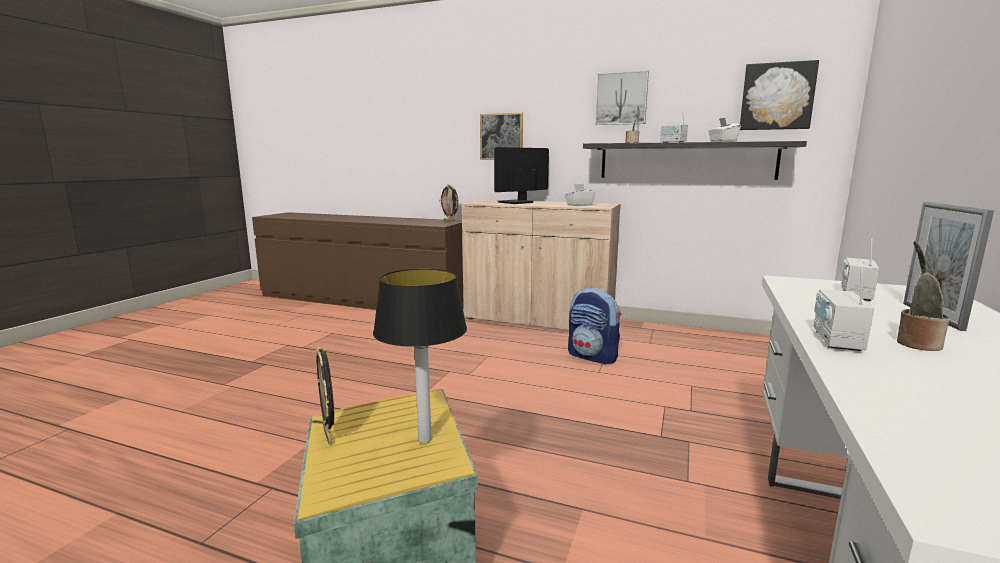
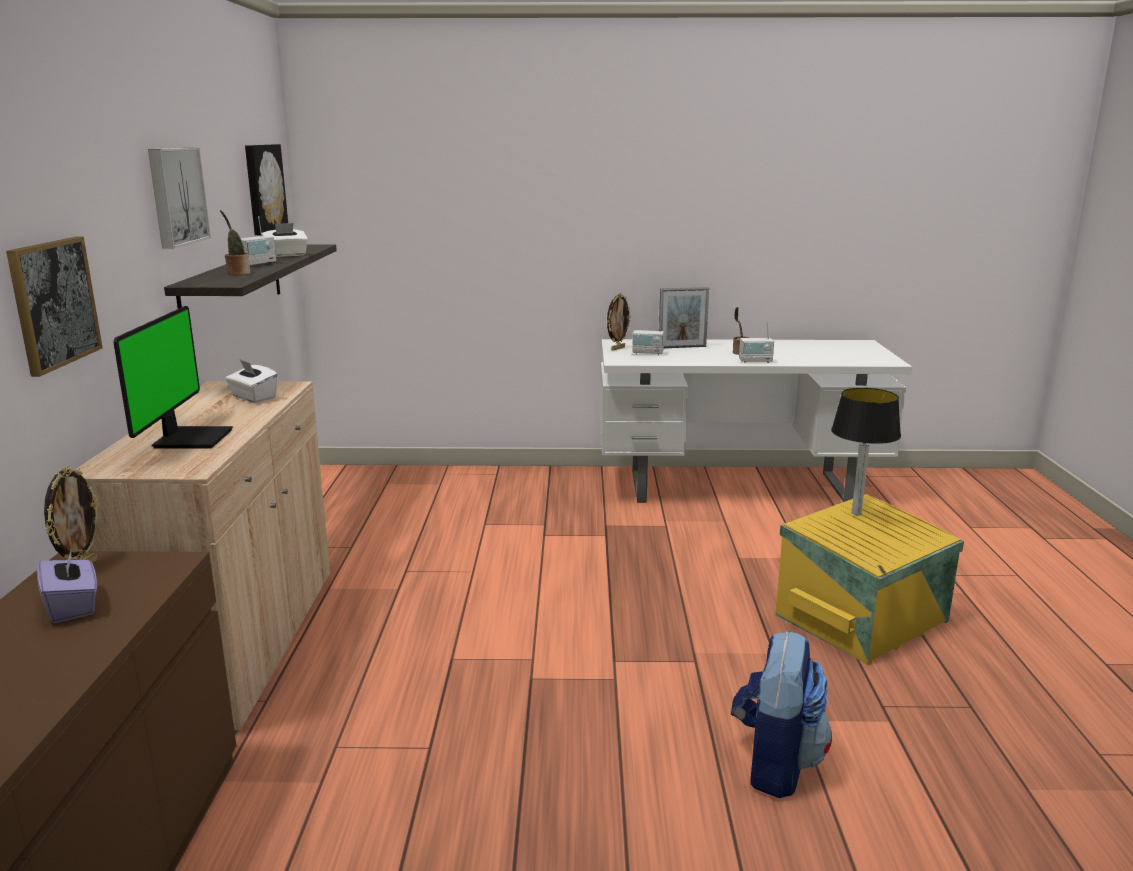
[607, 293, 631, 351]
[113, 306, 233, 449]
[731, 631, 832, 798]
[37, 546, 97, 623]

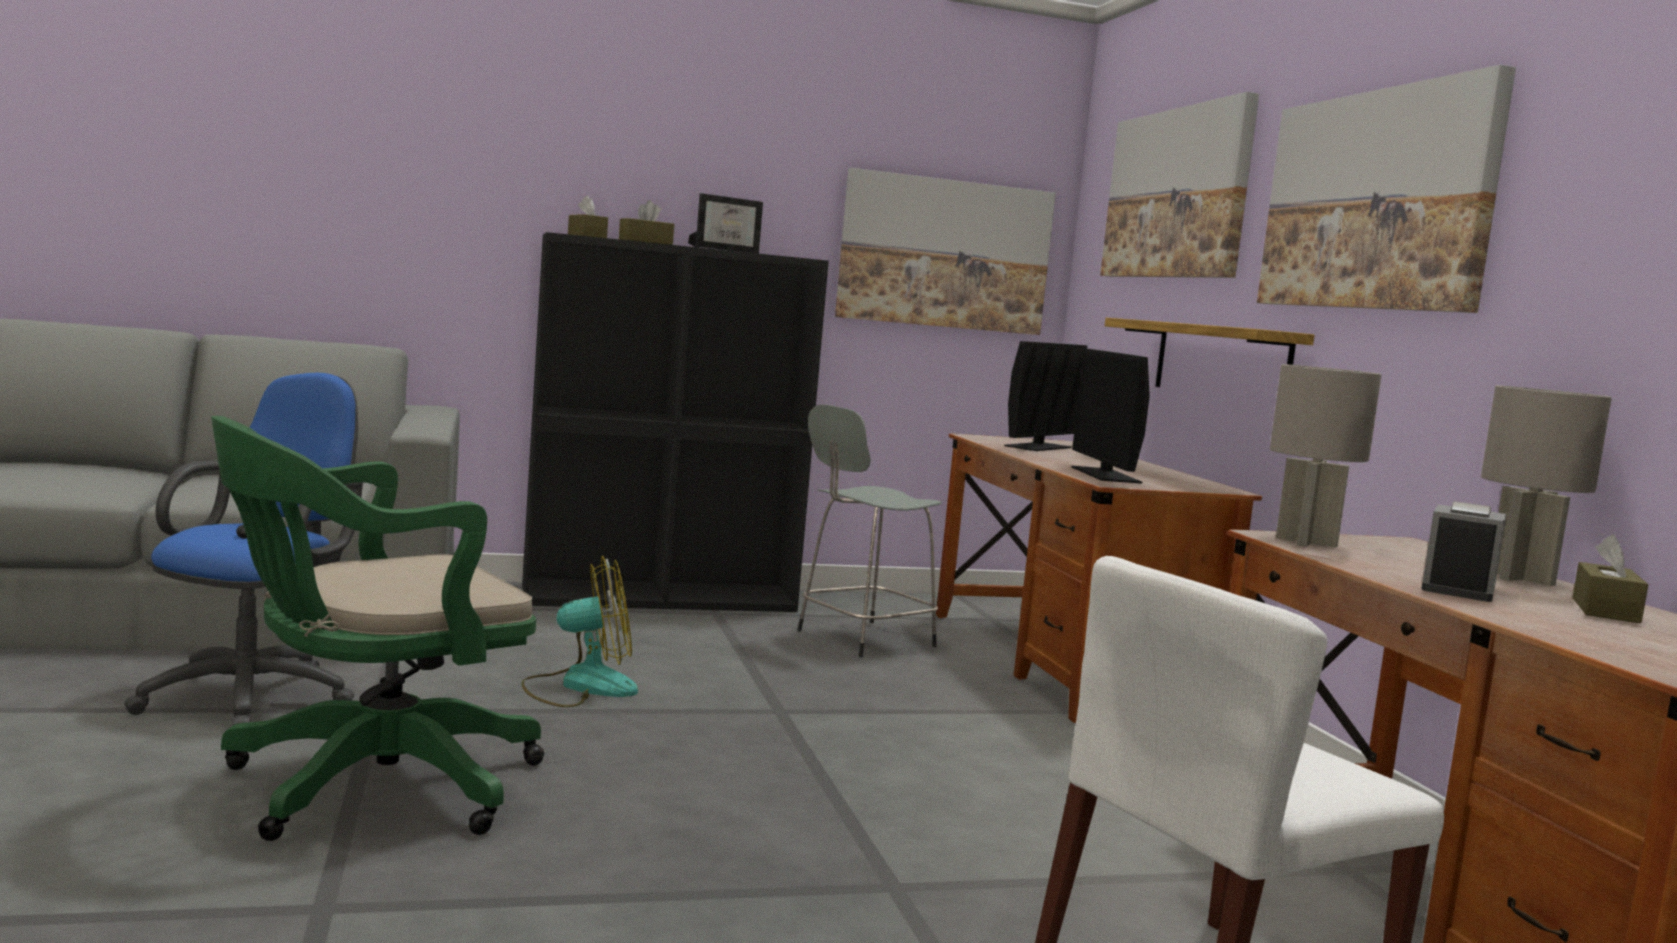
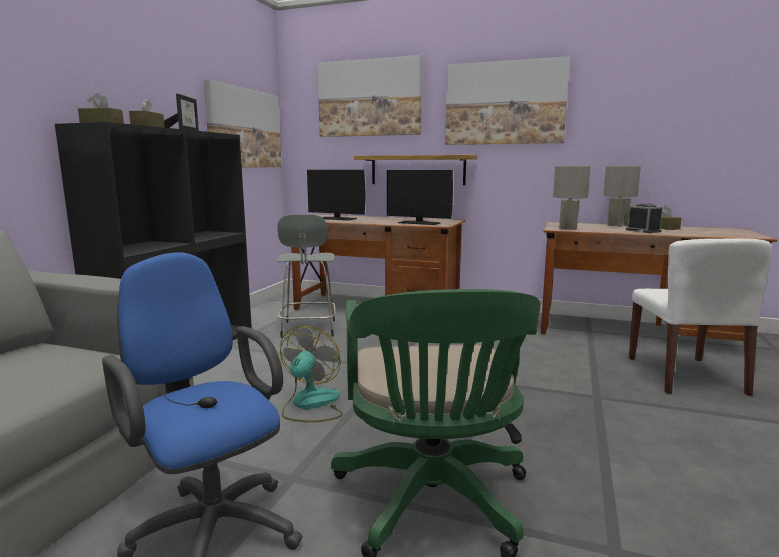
[307, 170, 365, 220]

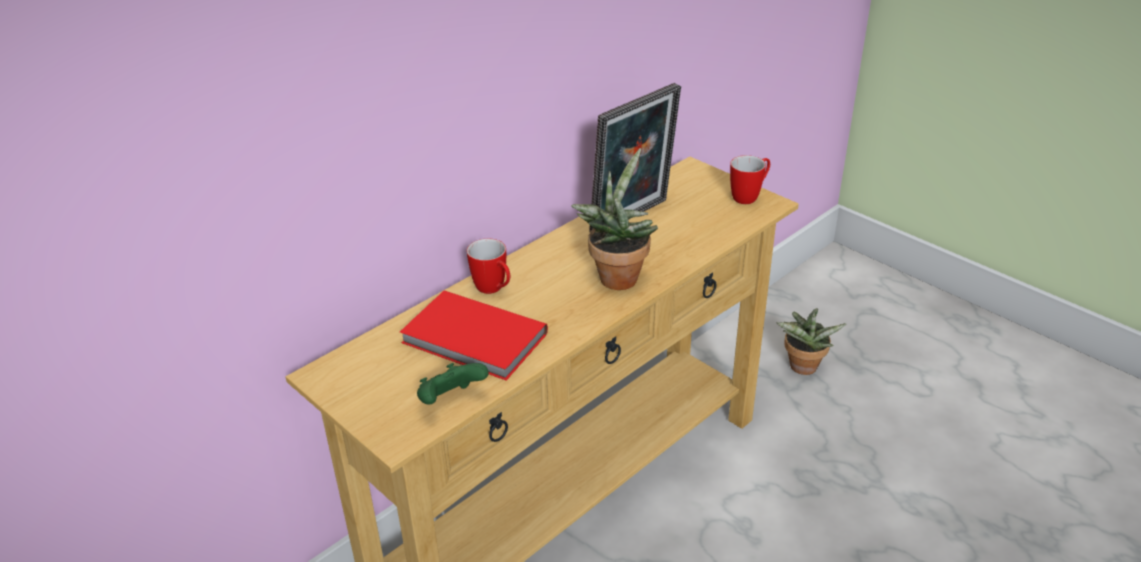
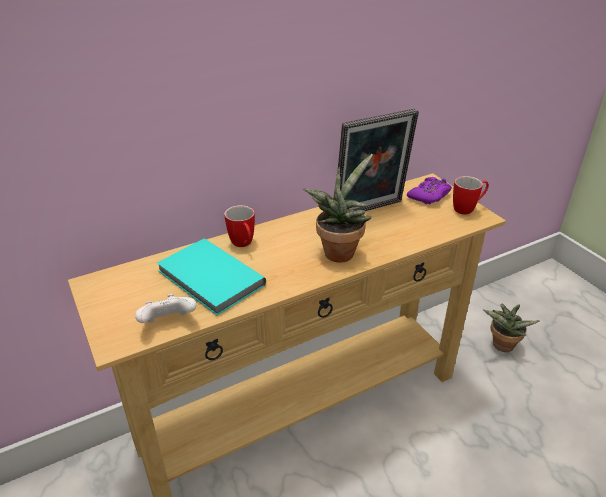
[157, 239, 266, 315]
[135, 294, 196, 323]
[407, 177, 452, 204]

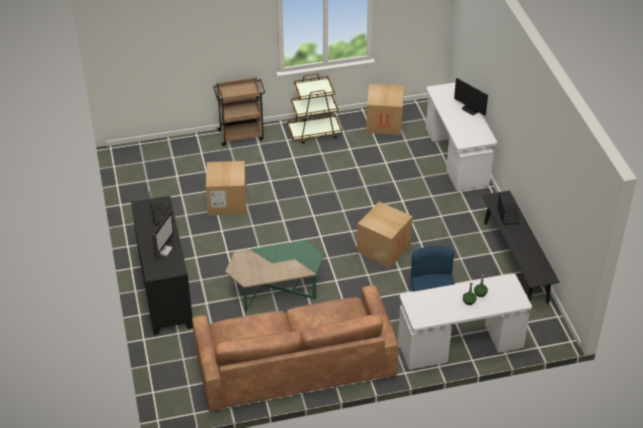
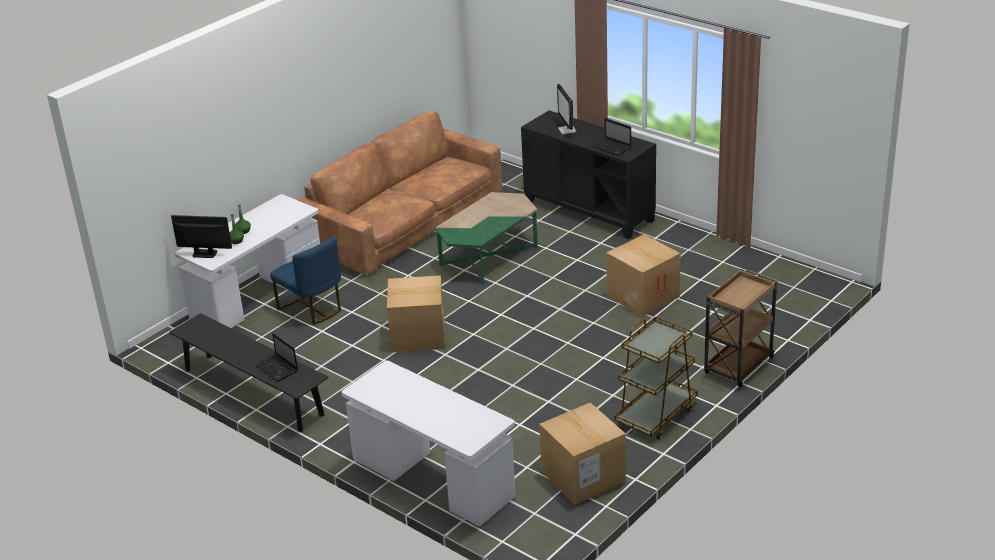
[171, 215, 232, 258]

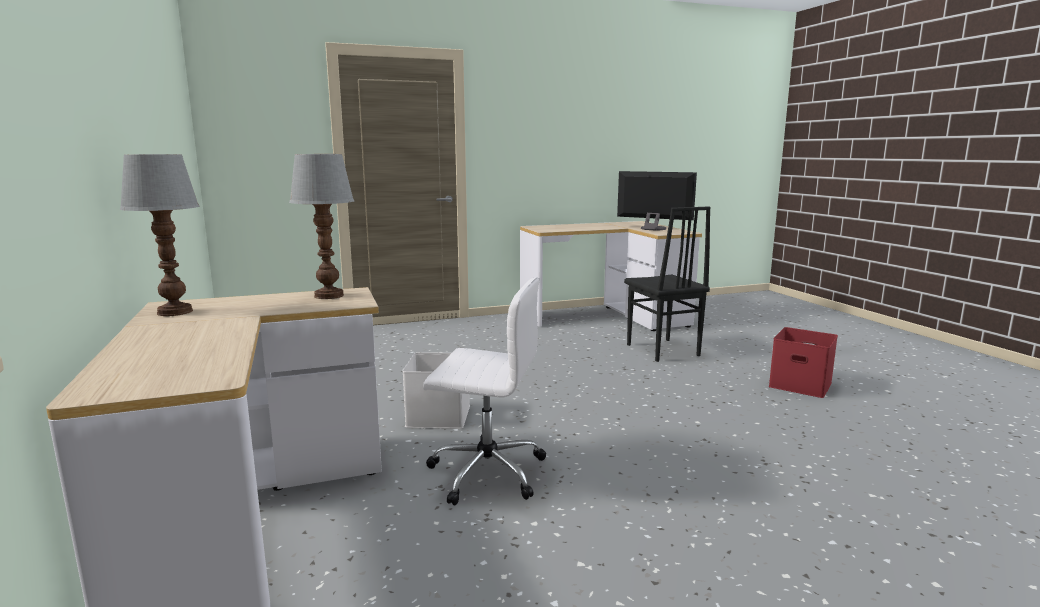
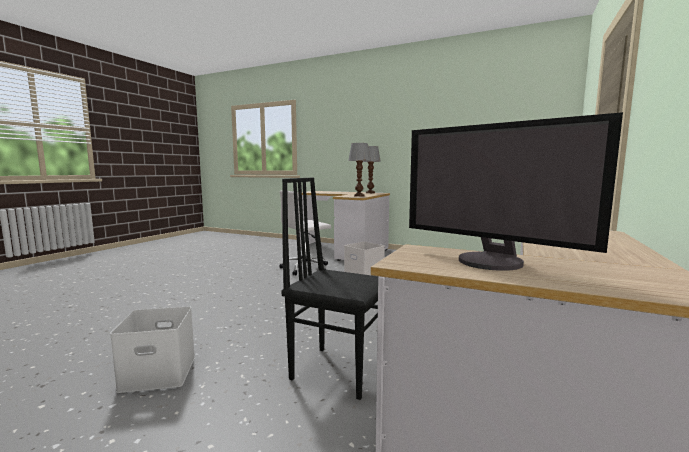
[409, 112, 623, 271]
[110, 306, 195, 393]

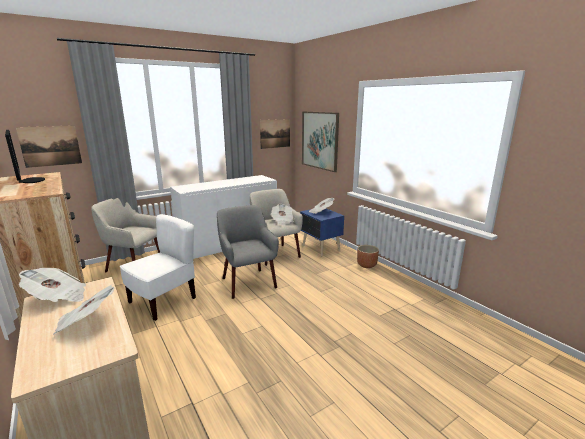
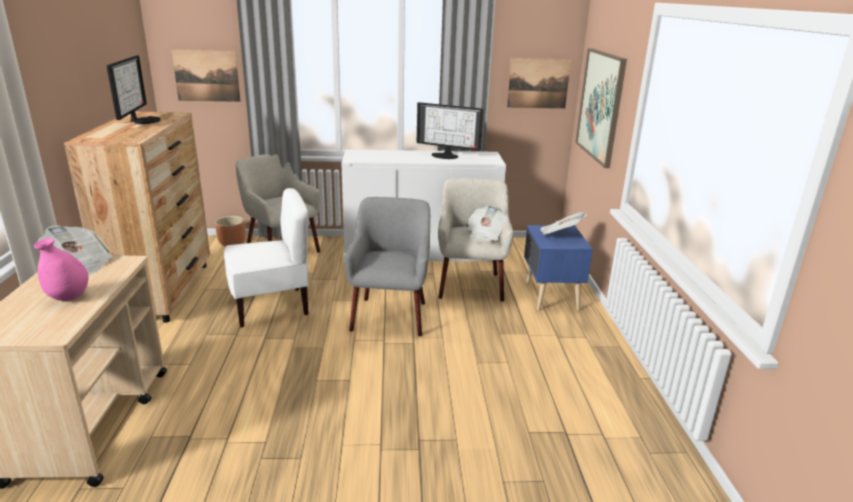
[34, 238, 88, 301]
[215, 216, 246, 246]
[417, 102, 484, 159]

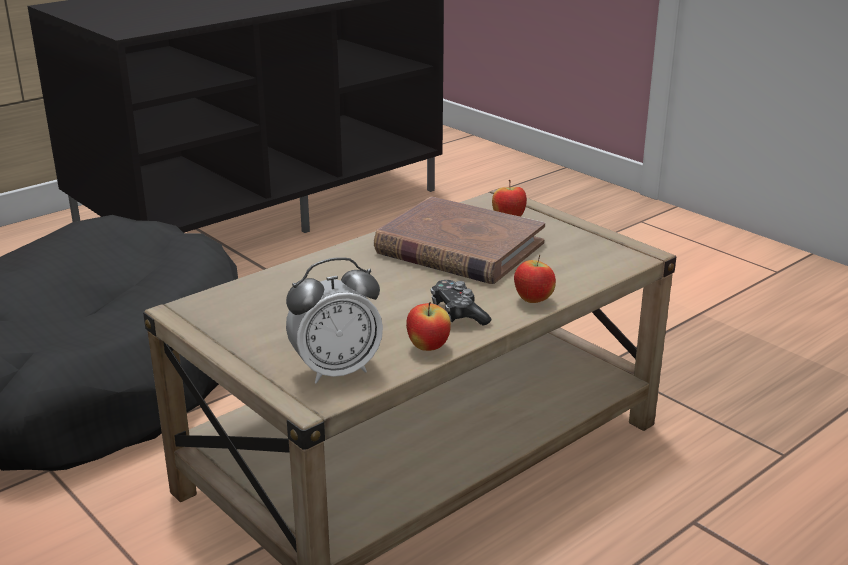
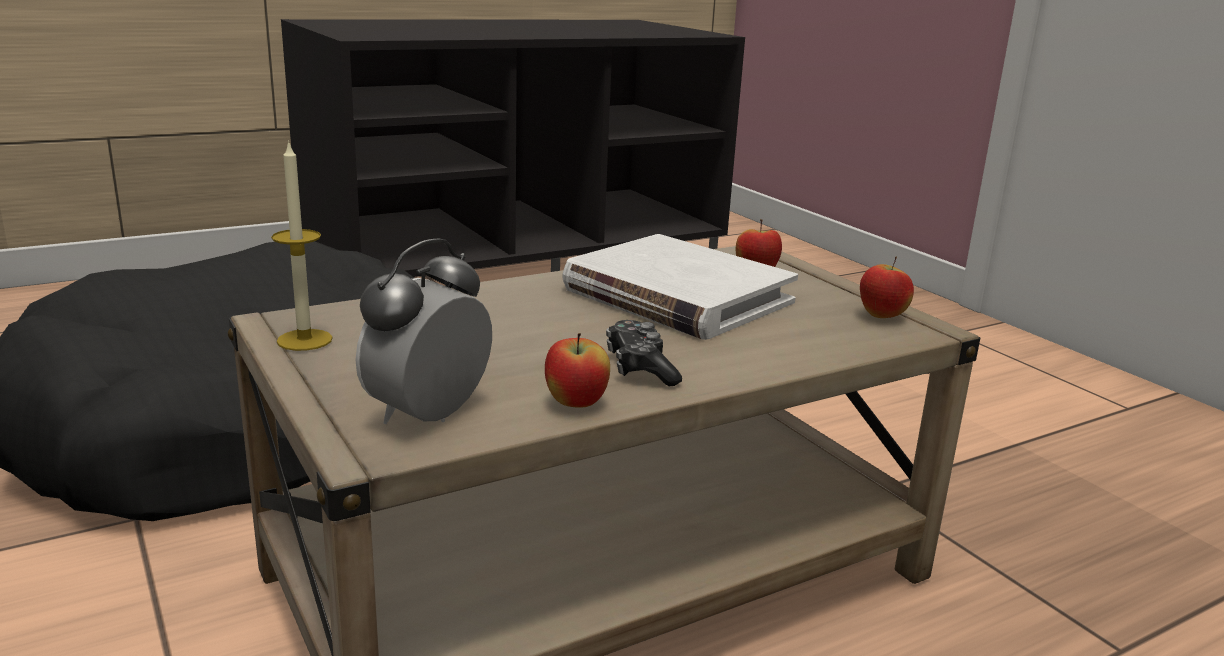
[355, 238, 492, 424]
[562, 234, 798, 340]
[860, 256, 914, 318]
[271, 140, 333, 351]

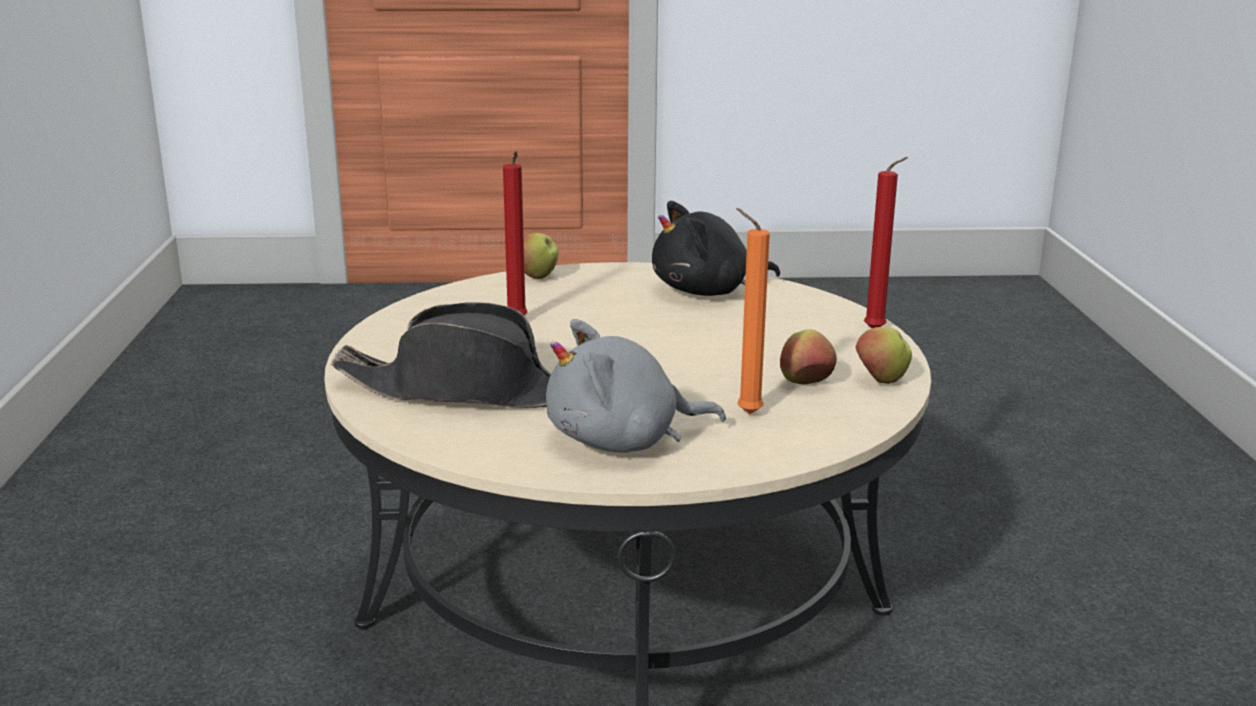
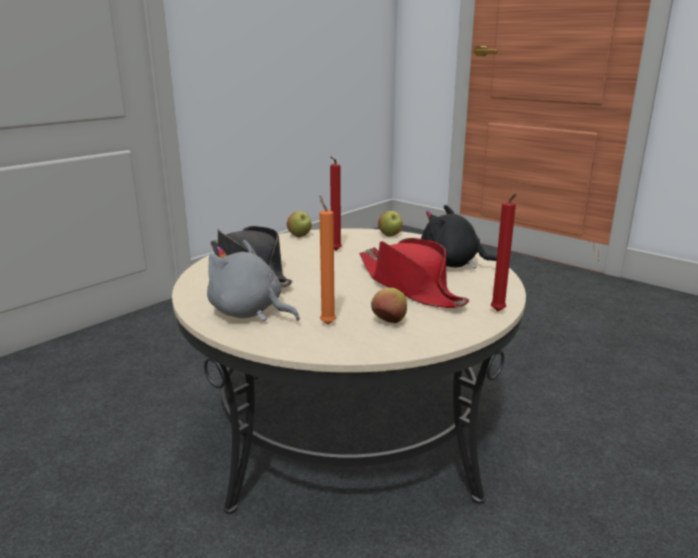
[287, 211, 312, 237]
[359, 238, 469, 308]

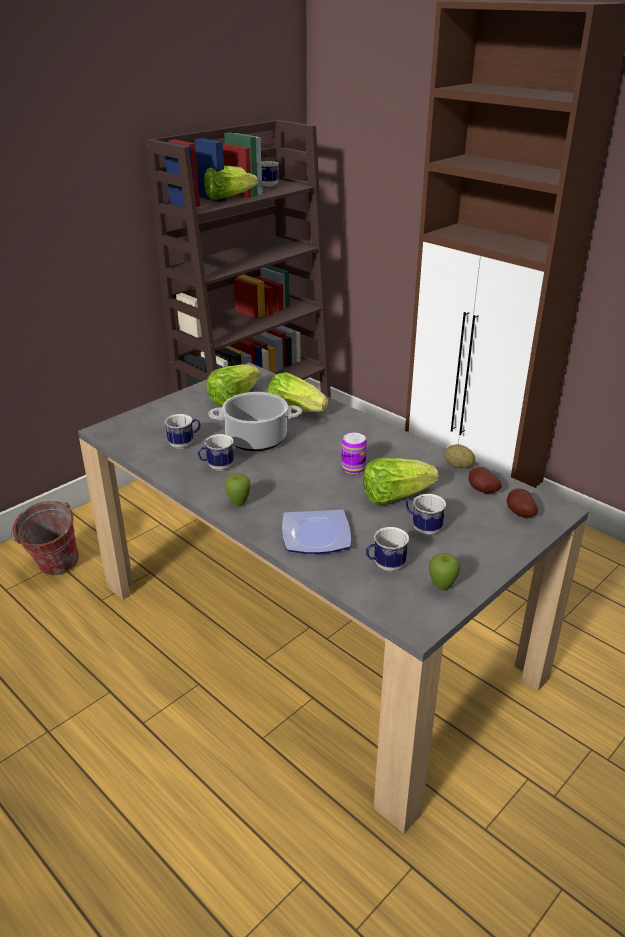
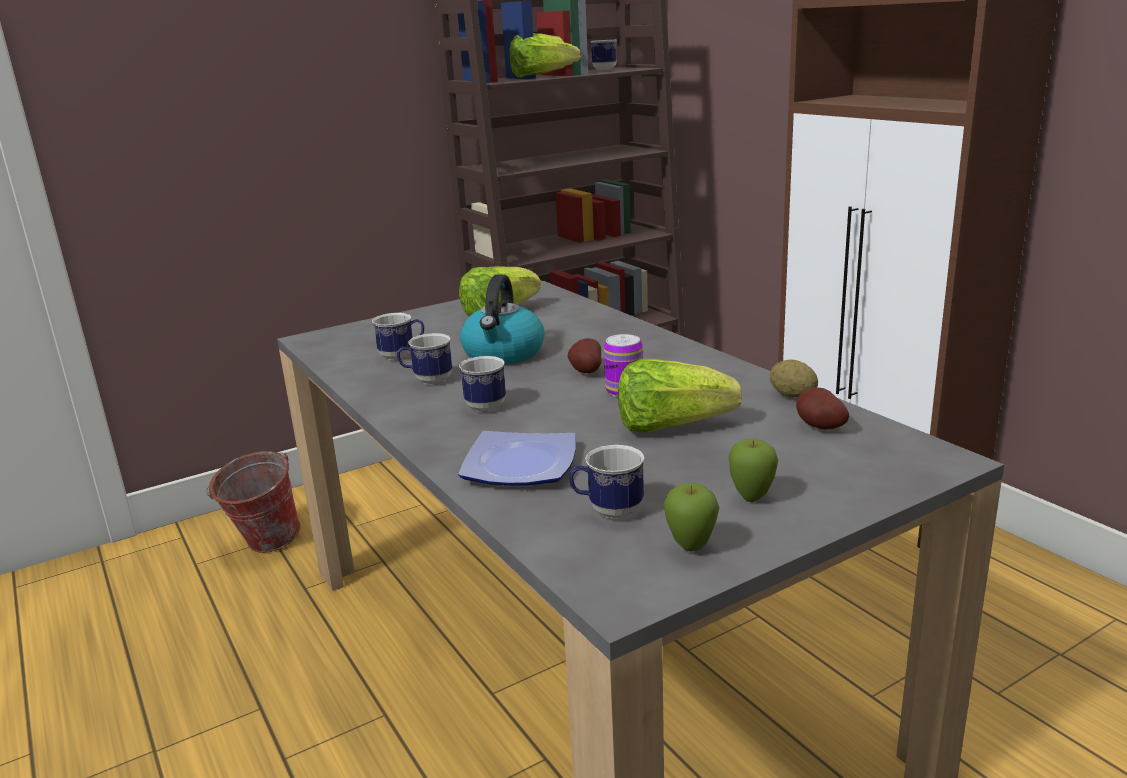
[460, 275, 545, 365]
[728, 439, 778, 502]
[267, 372, 328, 412] (first image)
[459, 356, 506, 412]
[567, 338, 602, 373]

